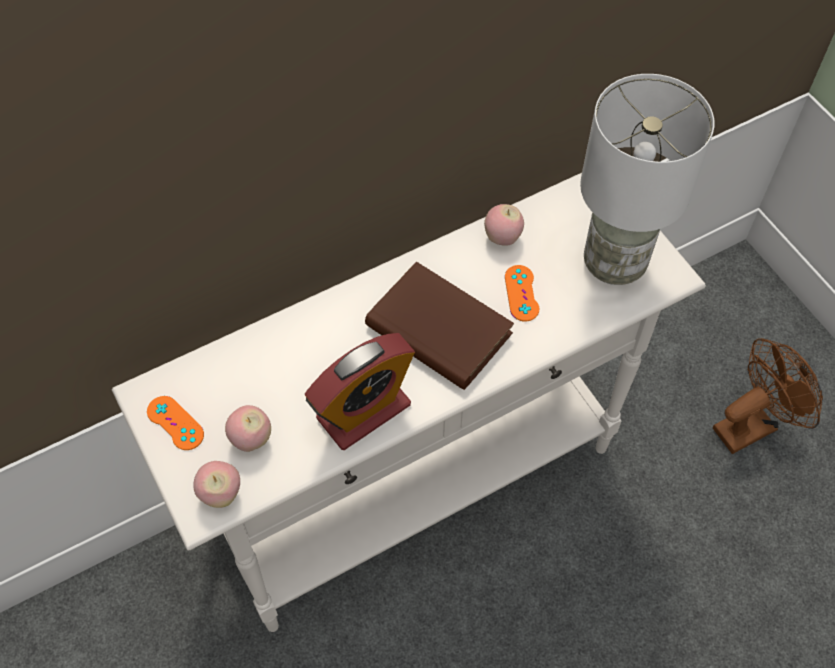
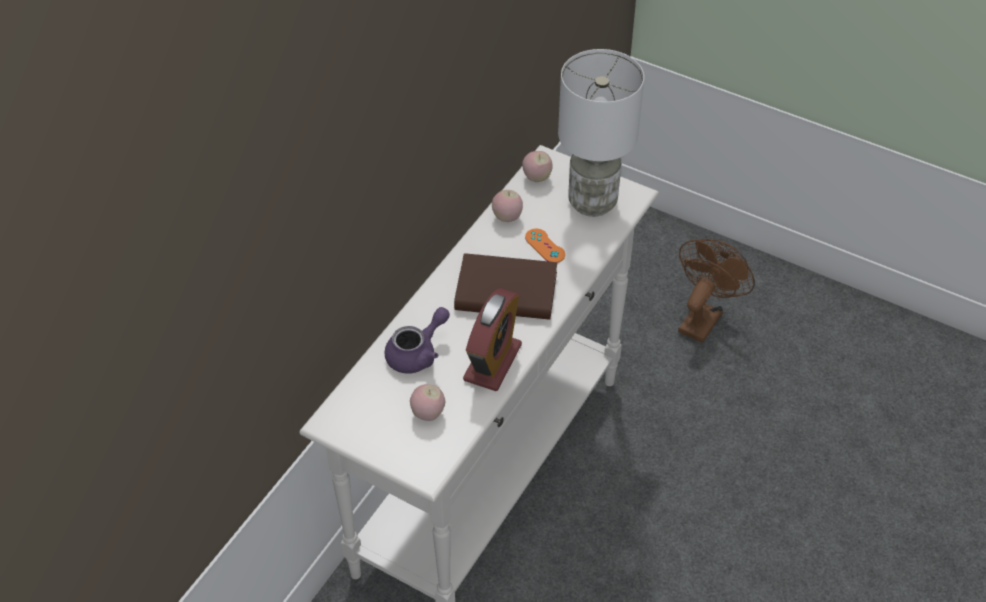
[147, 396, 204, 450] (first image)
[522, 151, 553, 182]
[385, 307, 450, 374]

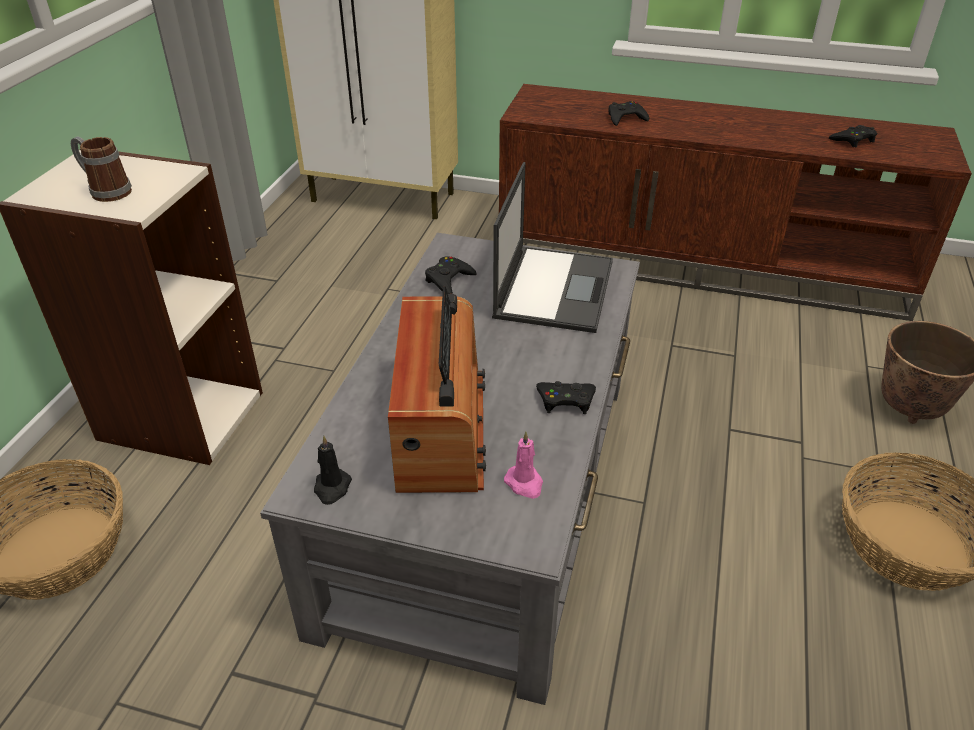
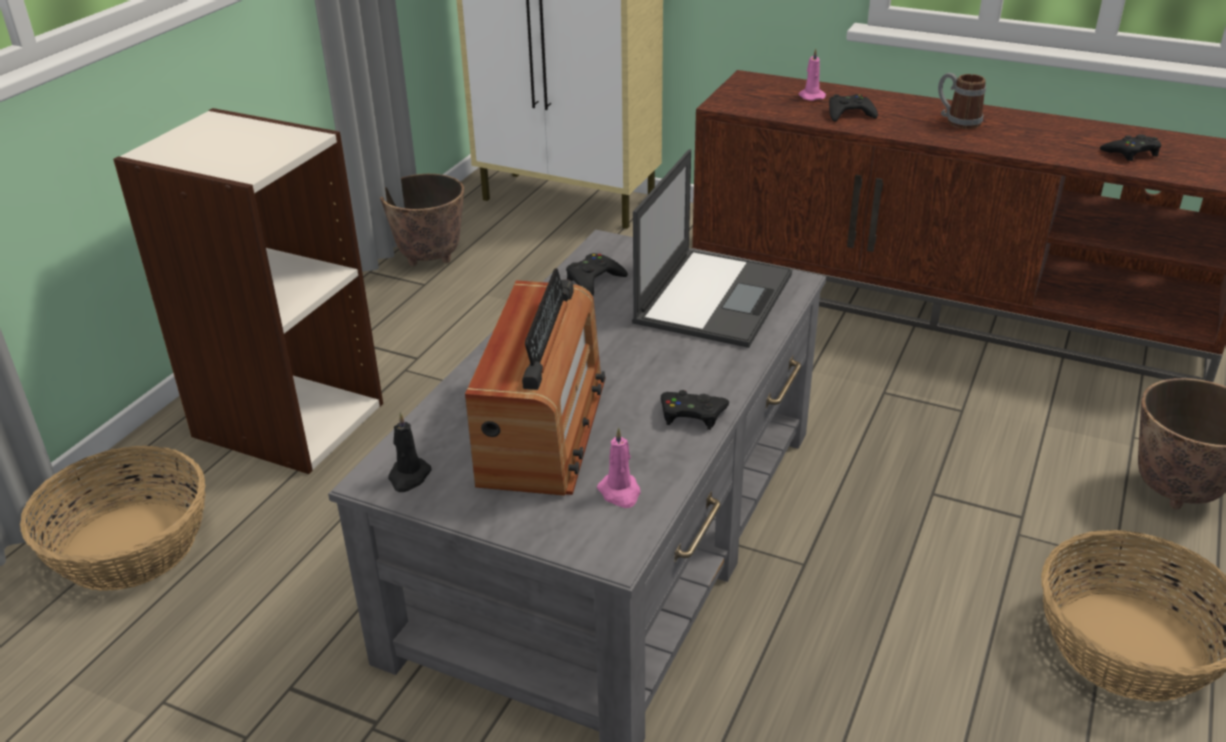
[938, 73, 986, 129]
[380, 174, 464, 266]
[799, 48, 826, 101]

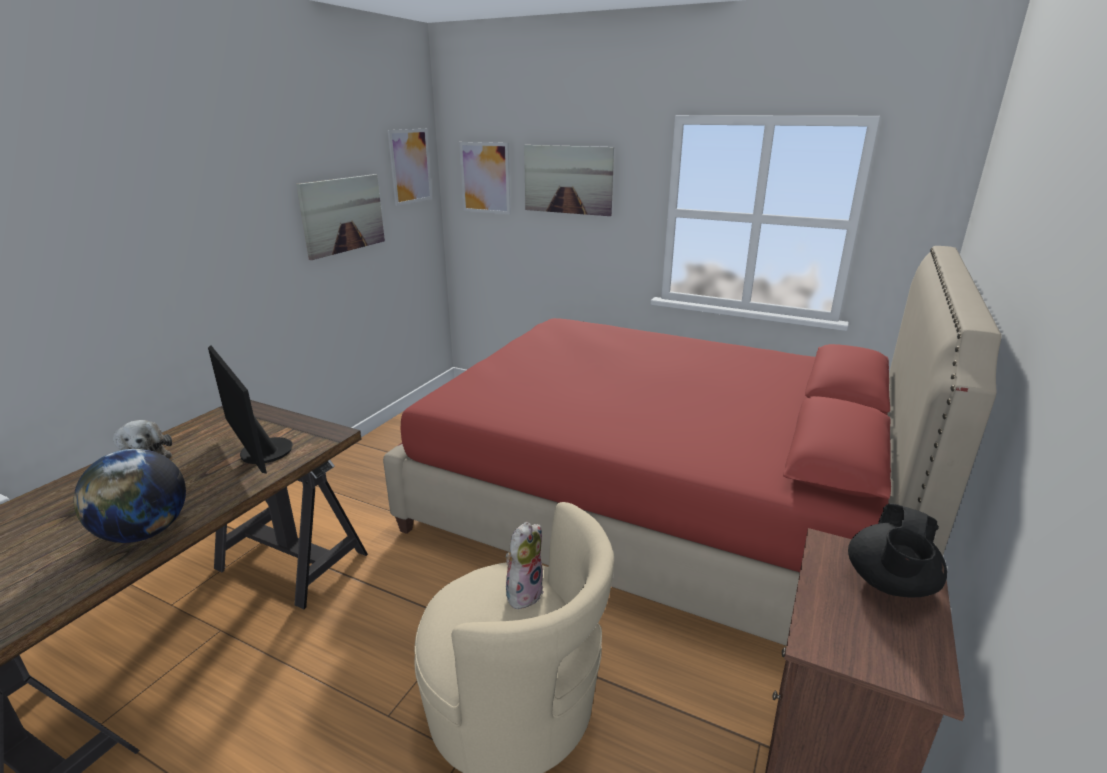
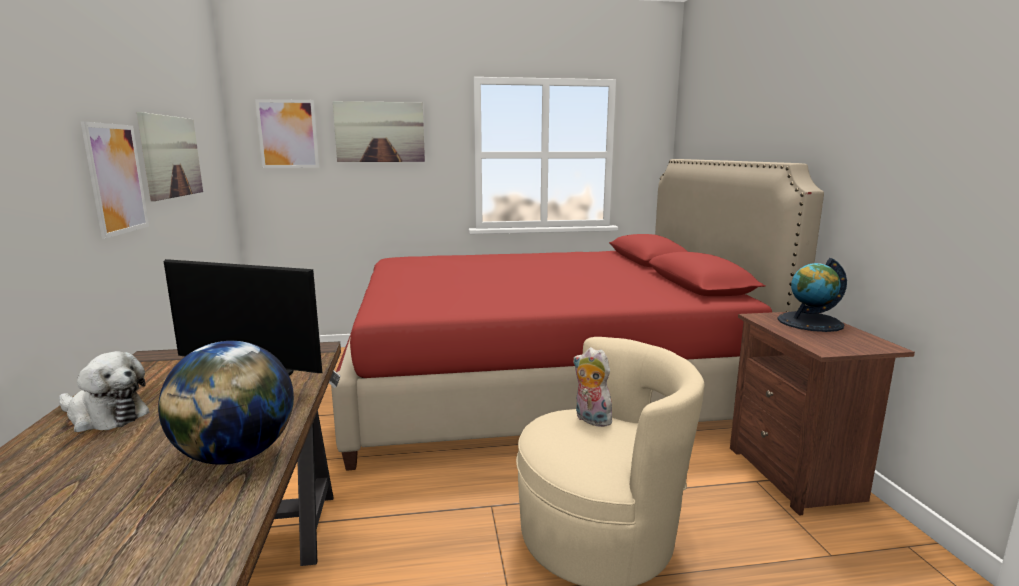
[80, 121, 149, 239]
[573, 347, 614, 427]
[777, 258, 847, 332]

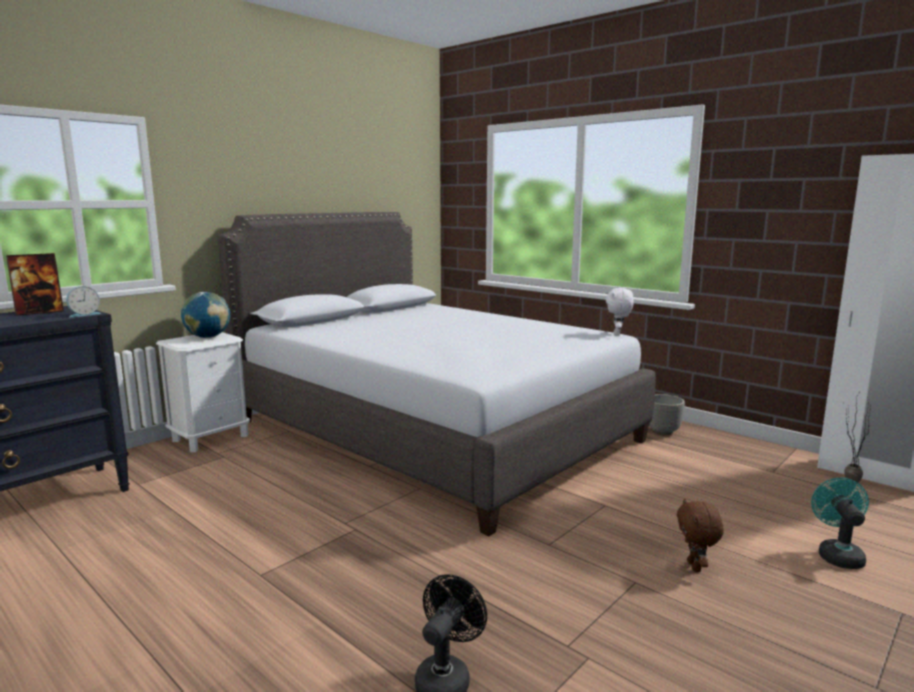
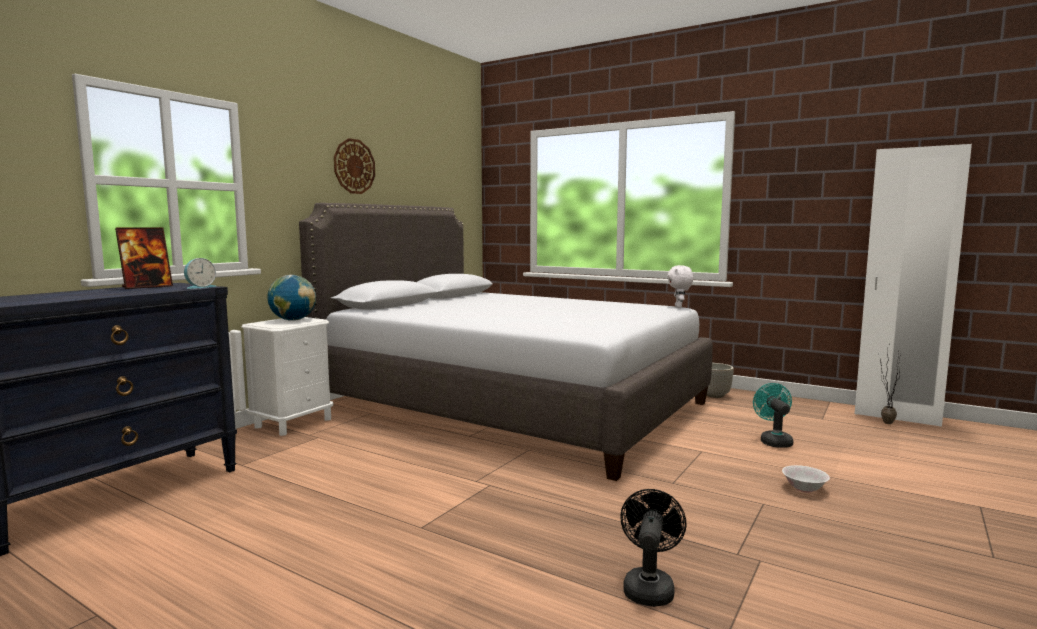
[782, 465, 830, 492]
[753, 383, 793, 448]
[334, 138, 375, 194]

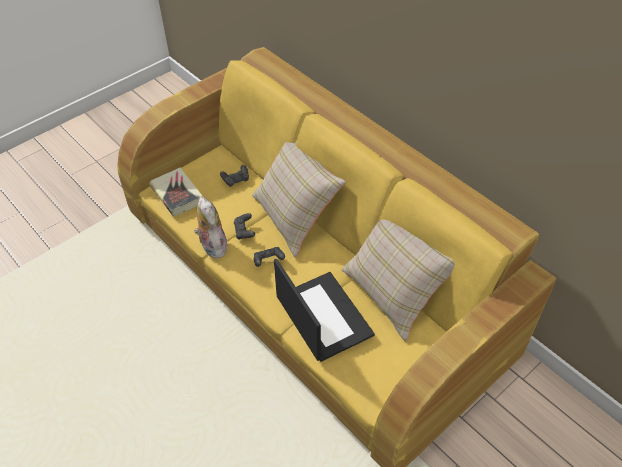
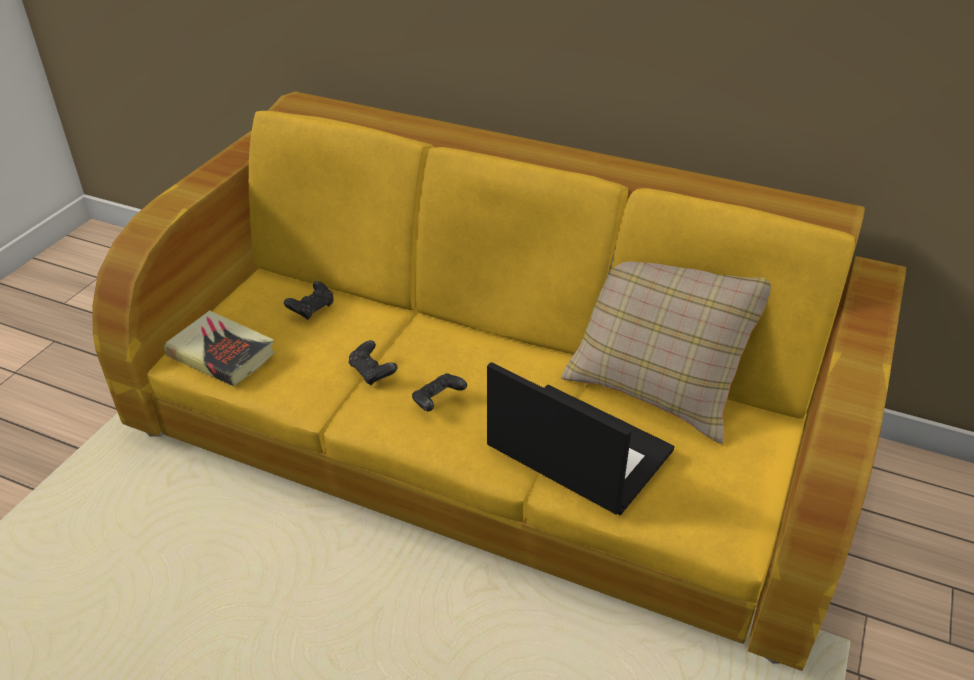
[194, 197, 227, 258] (first image)
[252, 142, 346, 258] (first image)

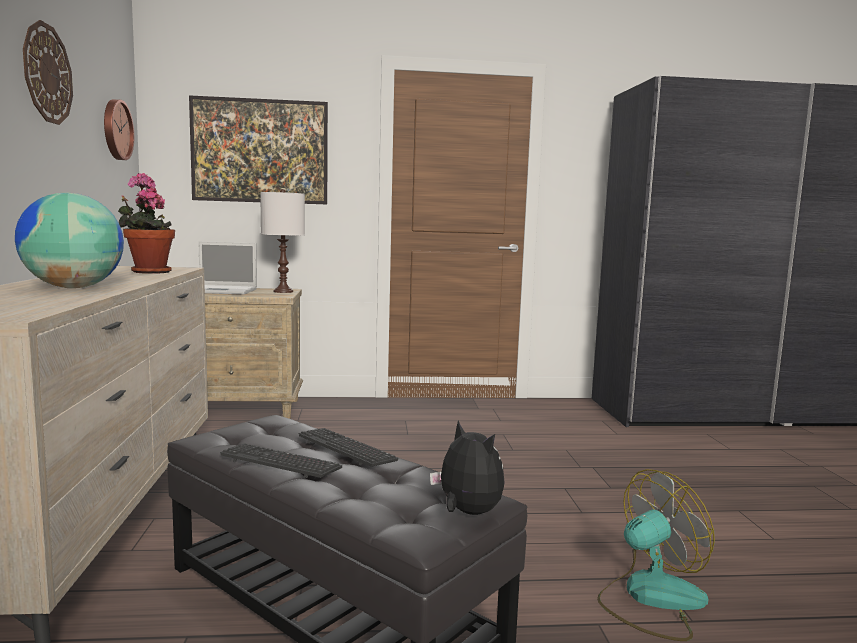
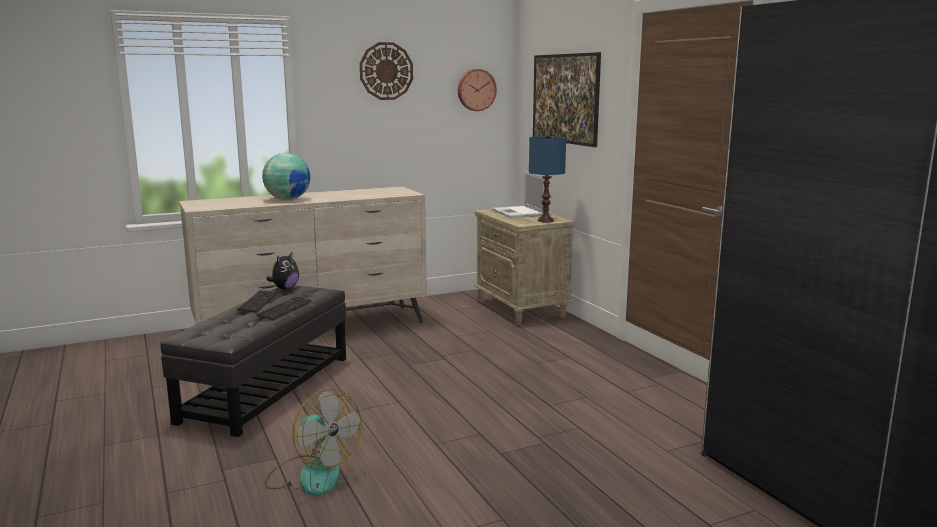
[118, 173, 175, 274] (first image)
[529, 134, 566, 222]
[266, 252, 299, 290]

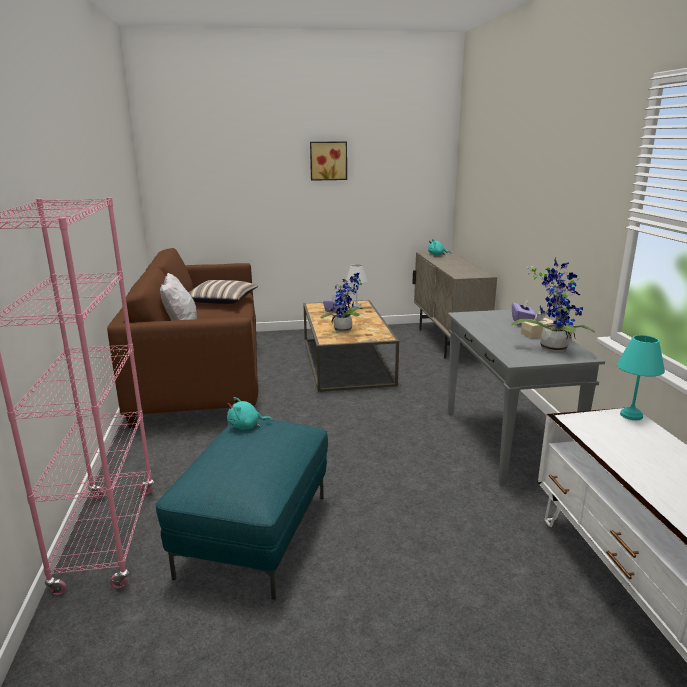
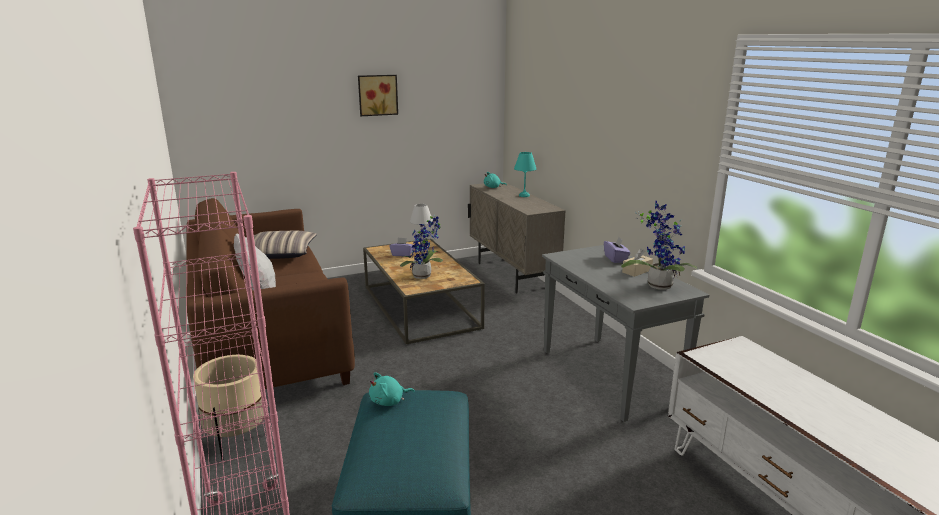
[514, 152, 536, 197]
[193, 355, 264, 461]

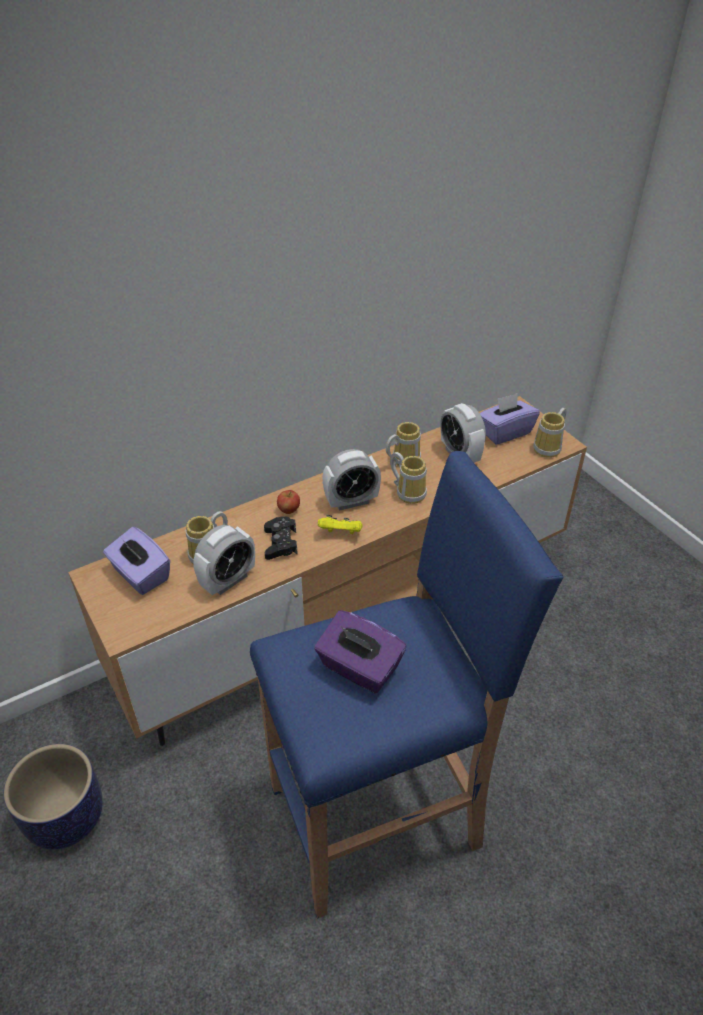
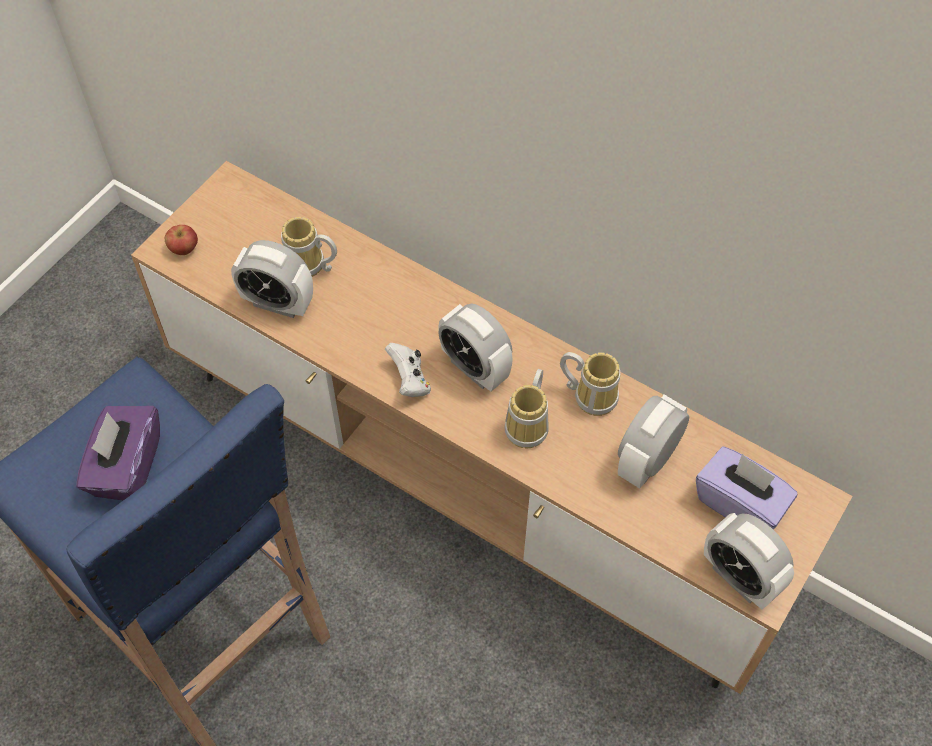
[4, 744, 103, 849] (first image)
[103, 527, 170, 595] (first image)
[264, 516, 298, 560] (first image)
[165, 225, 198, 255]
[385, 343, 431, 397]
[704, 513, 794, 609]

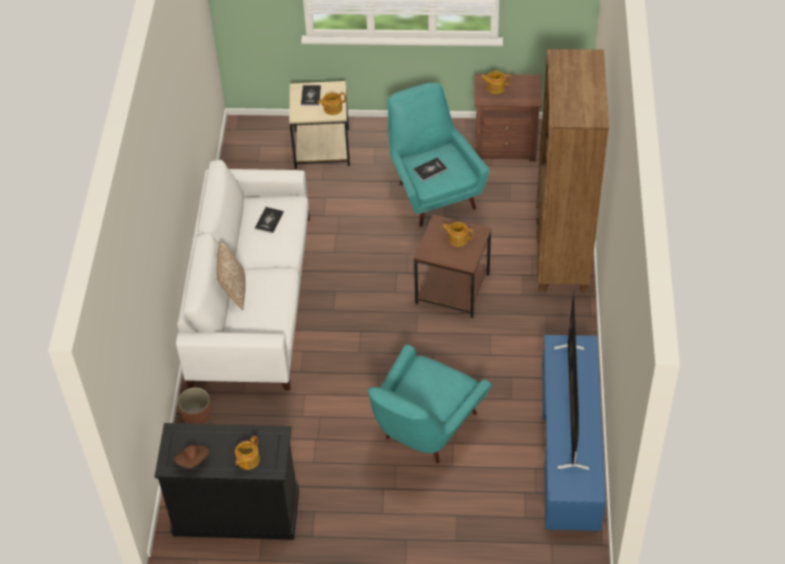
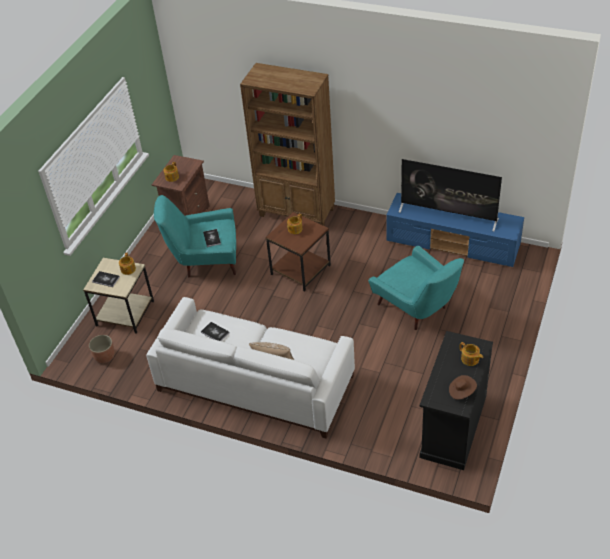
[89, 335, 115, 363]

